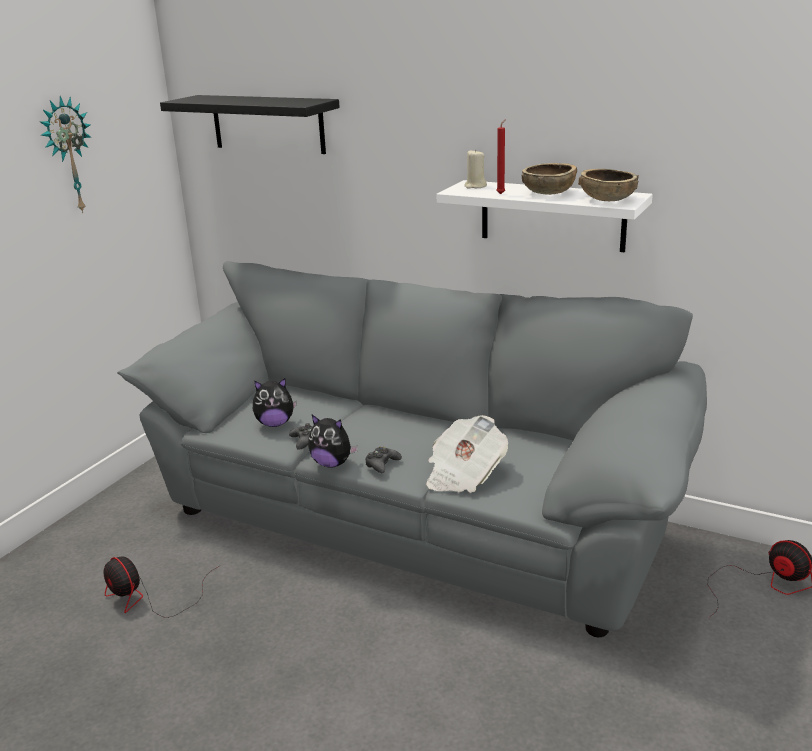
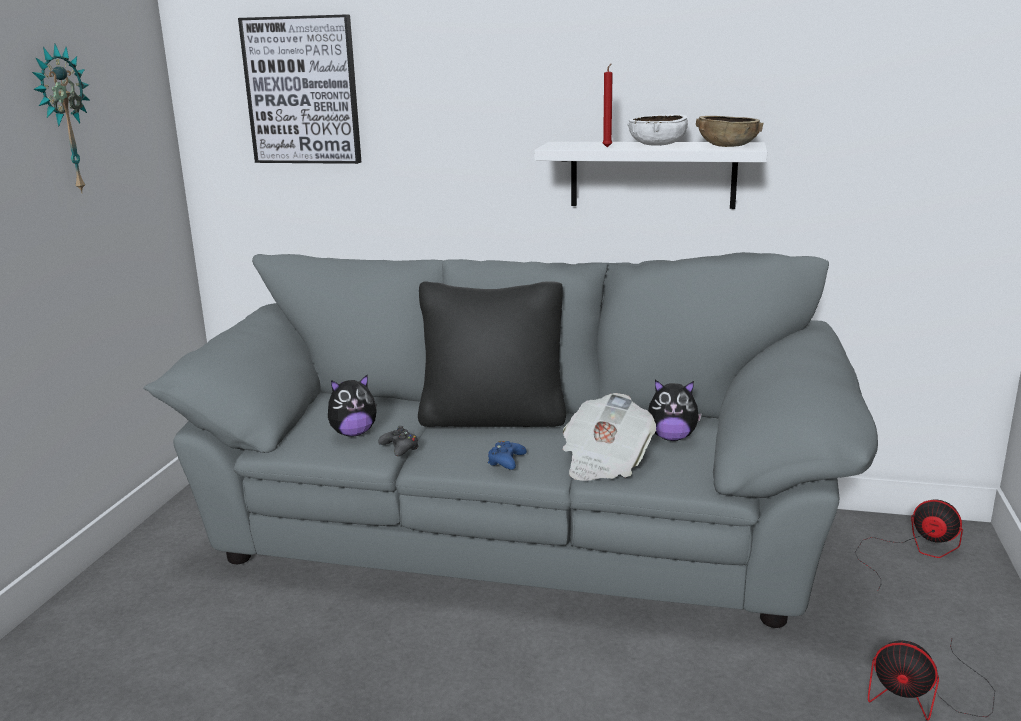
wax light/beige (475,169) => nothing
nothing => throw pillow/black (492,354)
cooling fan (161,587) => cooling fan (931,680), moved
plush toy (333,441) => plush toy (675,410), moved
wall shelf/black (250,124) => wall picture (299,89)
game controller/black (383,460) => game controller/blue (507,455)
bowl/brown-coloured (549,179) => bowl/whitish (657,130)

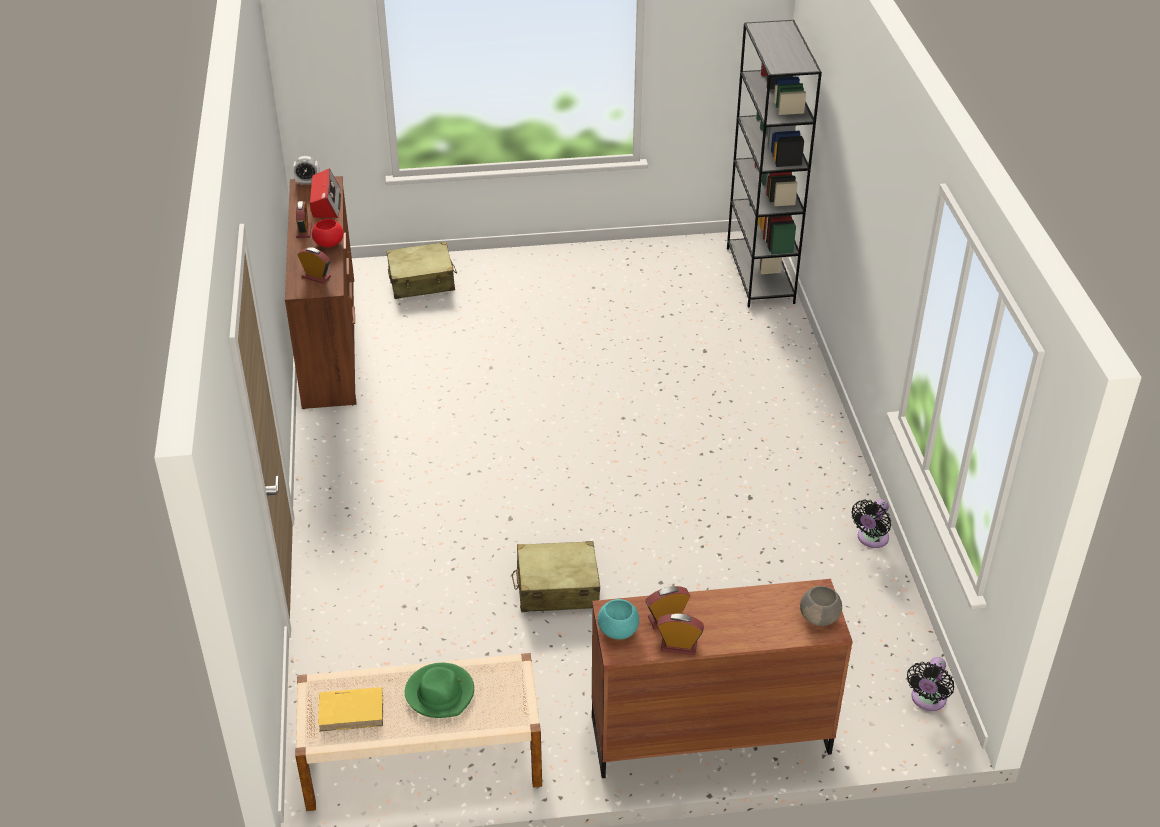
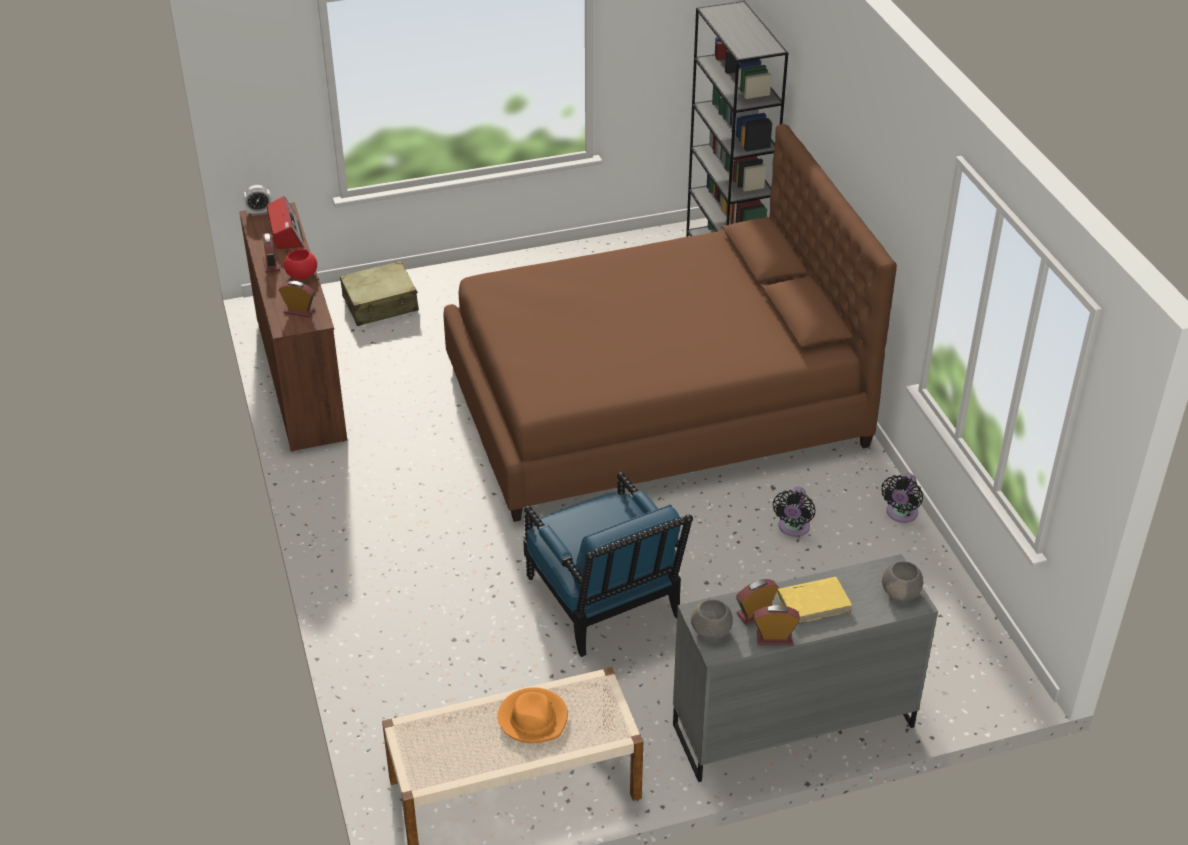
nothing => bed/brown-coloured (670,323)
bound book/yellow-coloured (350,709) => bound book/yellow-coloured (814,600), moved
cooling fan/black (930,684) => cooling fan/black (794,512), moved
suitcase/beige (556,576) => armchair/blue (608,564)
hat/greenish (439,690) => hat/orange-coloured (532,715)
dresser/brown-coloured (722,678) => dresser/greyish (805,668)
bowl/turquoise-coloured (618,619) => bowl/greyish (712,619)

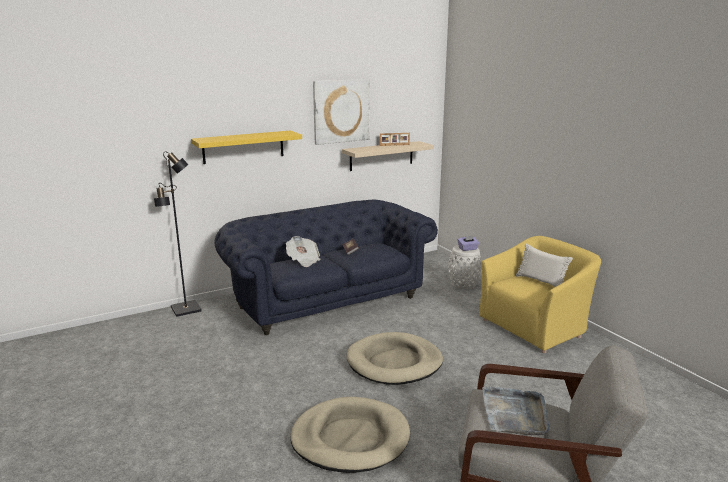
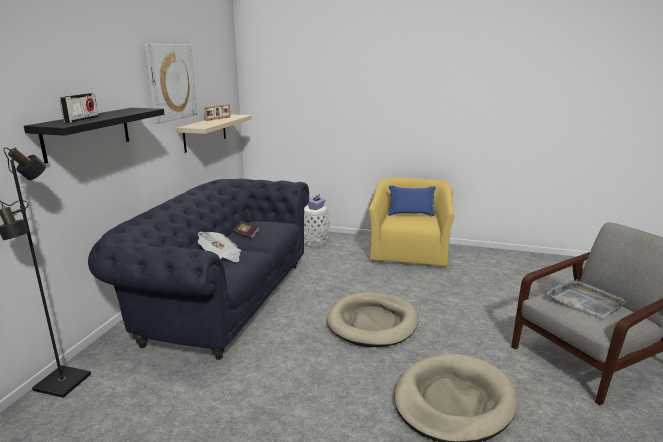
nothing => radio set (78,108)
wall shelf/yellow-coloured (246,147) => wall shelf/black (94,136)
throw pillow/whitish (544,265) => throw pillow/blue (412,201)

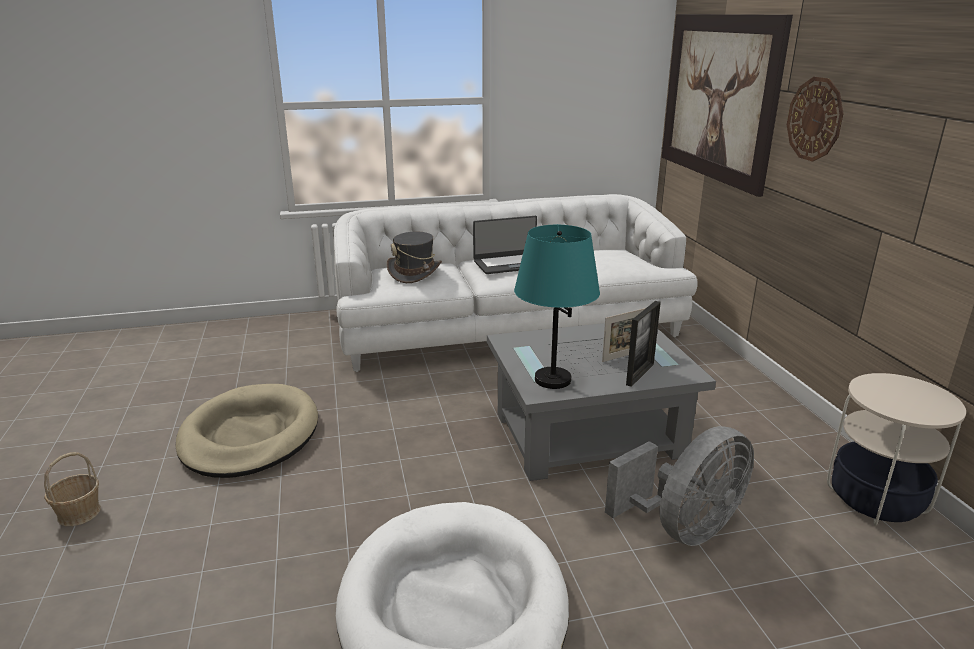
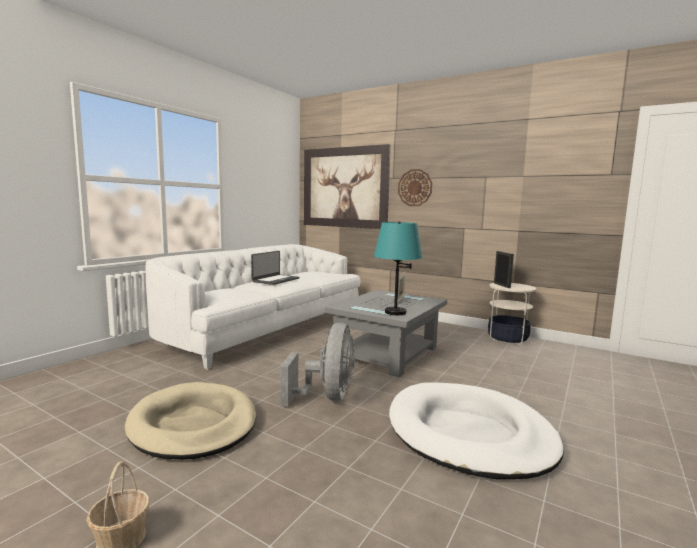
hat/greyish (414,257) => nothing
cooling fan/greyish (679,486) => cooling fan/greyish (317,365), moved
photo frame (643,344) => photo frame (504,269), moved

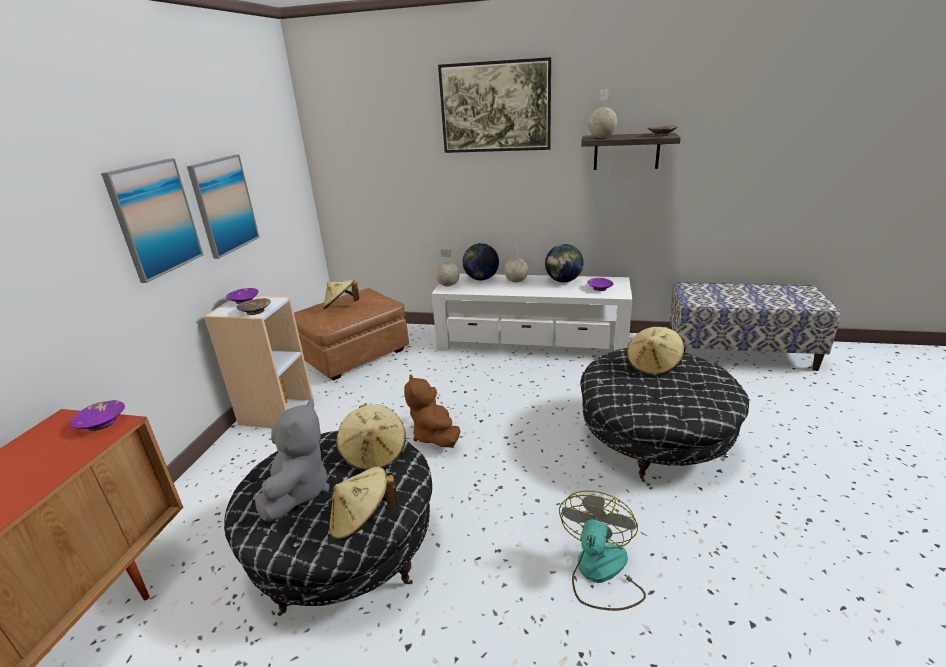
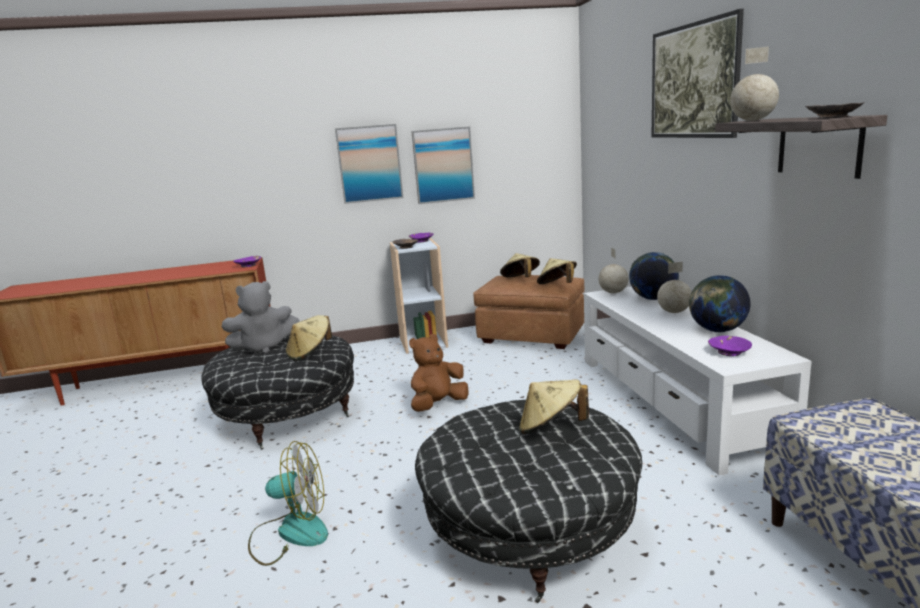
hat/beige (364,504) => hat/beige (557,271), moved

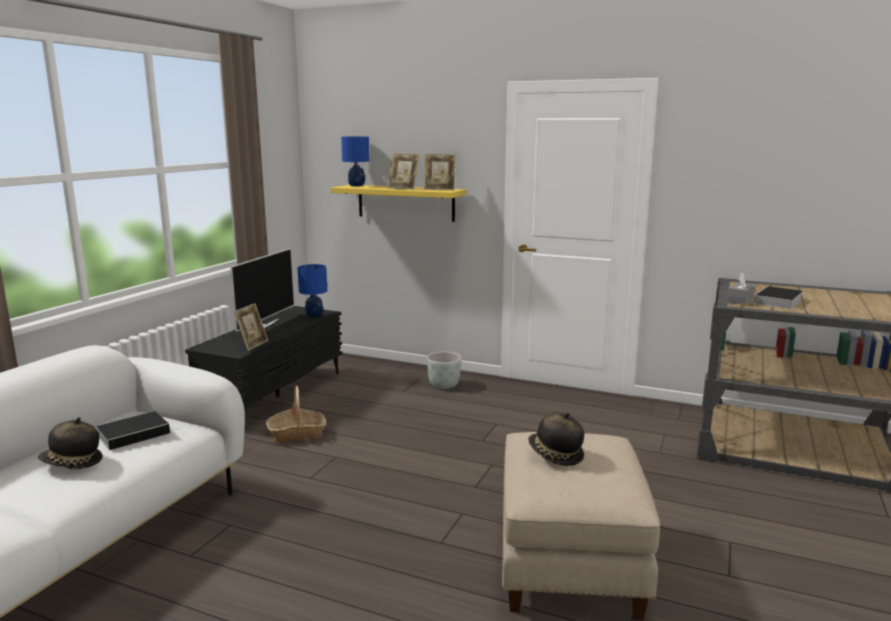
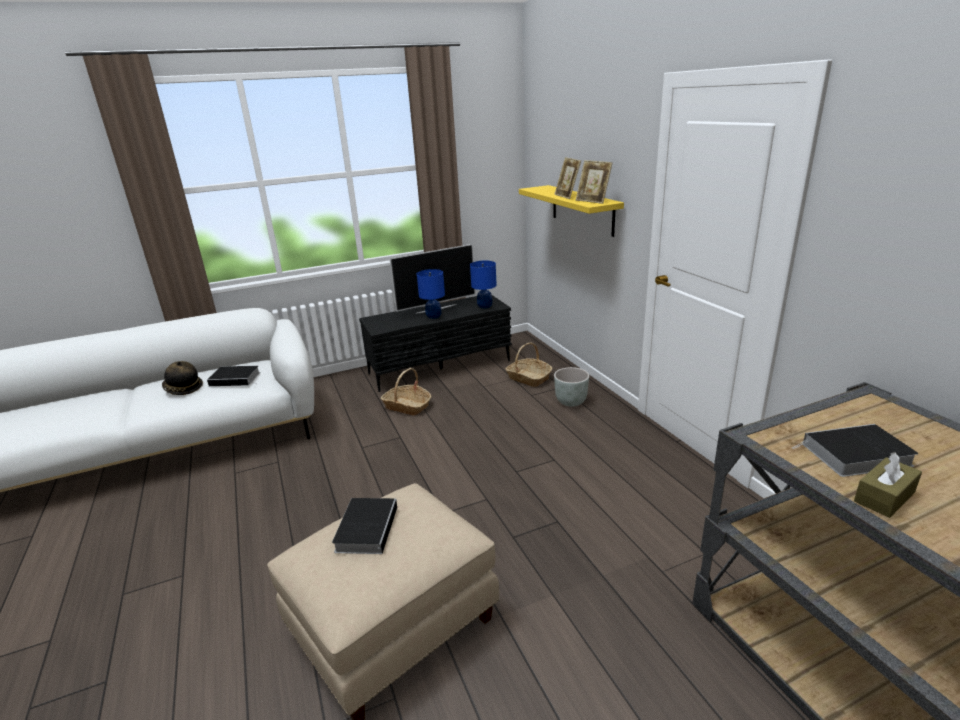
photo frame (251,327) => nothing
tissue box/greyish (741,289) => nothing
nothing => storage basket (529,365)
nothing => tissue box/brown-coloured (888,485)
lamp for a table/blue (355,161) => lamp for a table/blue (431,294), moved
hat (556,439) => bound book (364,526)

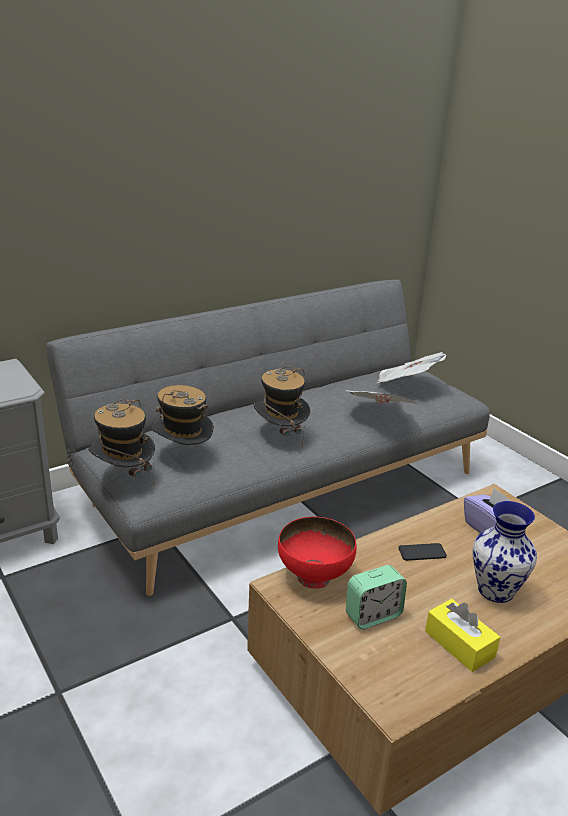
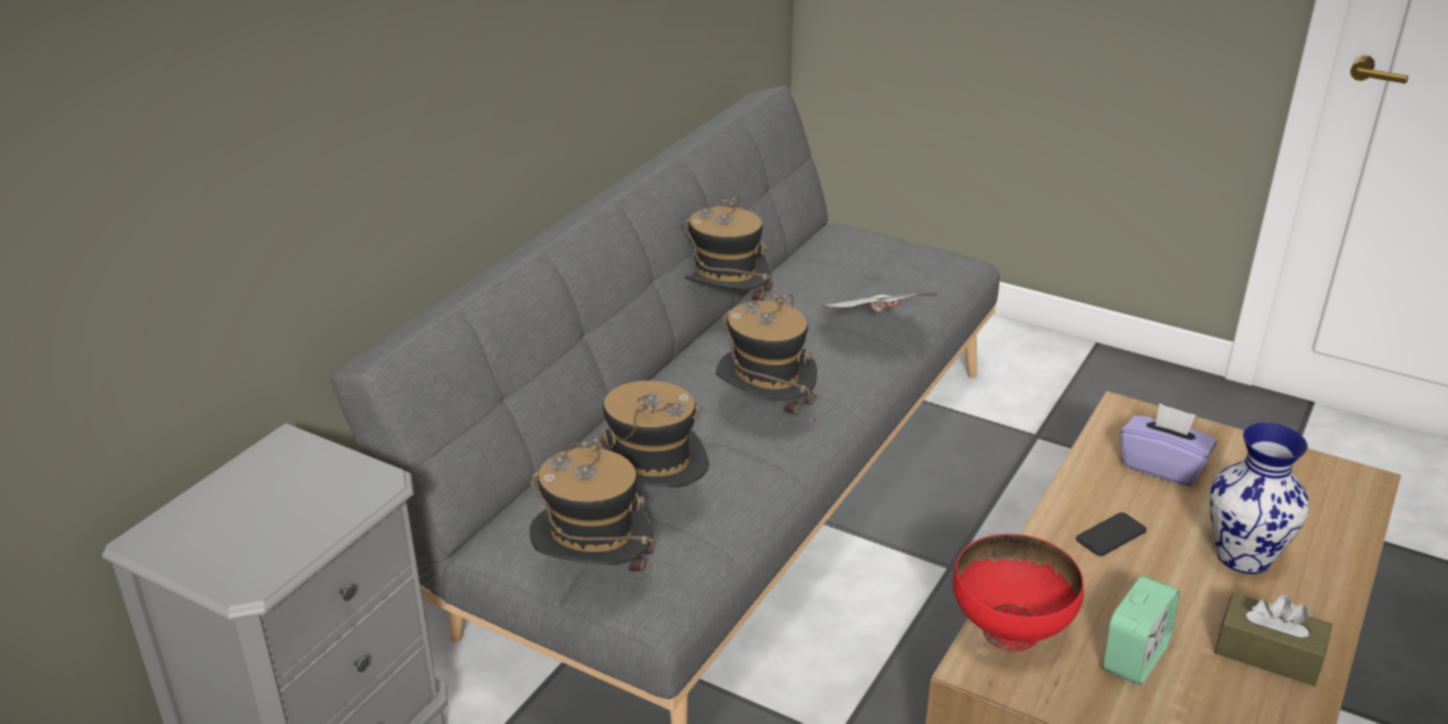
newspaper (411,367) => nothing
nothing => hat (728,249)
tissue box/yellow-coloured (462,635) => tissue box/brown-coloured (1273,639)

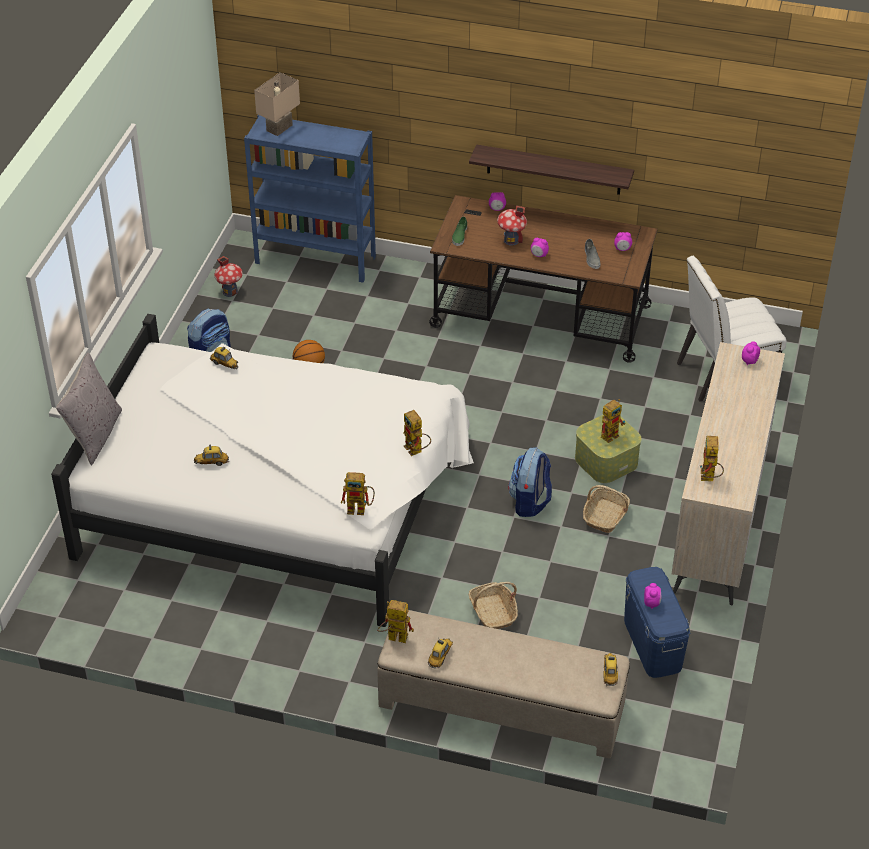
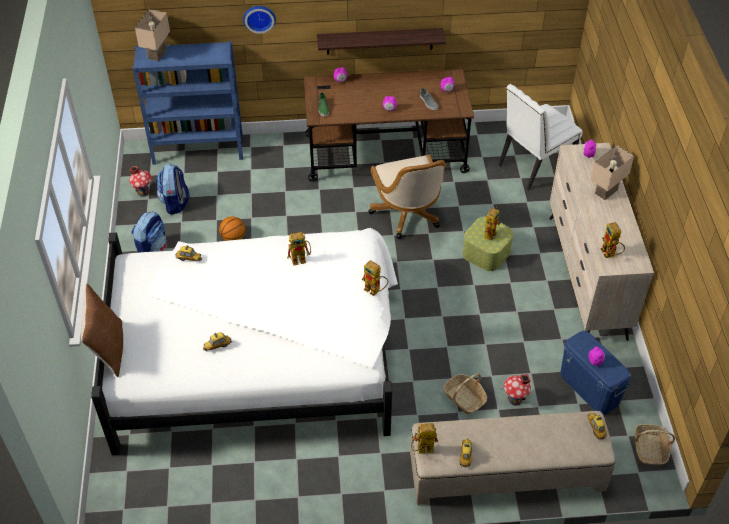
nothing => wall clock (259,20)
nothing => desk chair (407,197)
nothing => lamp for a table/beige (612,172)
model robot (358,493) => model robot (299,249), moved
model house (512,226) => model house (517,390), moved
rucksack (530,482) => rucksack (173,189), moved
storage basket (606,509) => storage basket (654,444), moved
throw pillow/greyish (89,409) => throw pillow/brown-coloured (102,330)

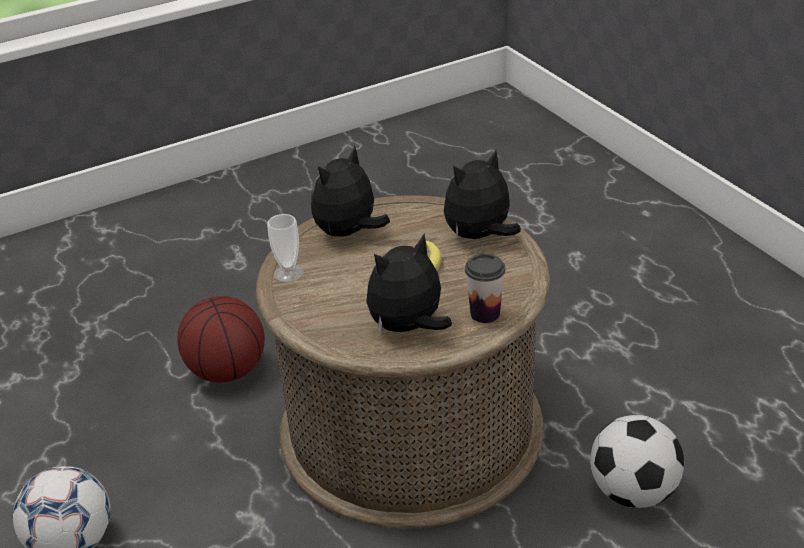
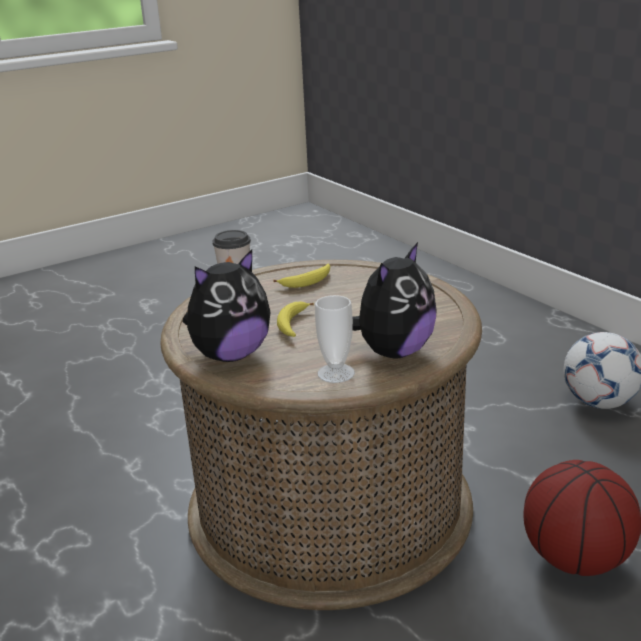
football ball (637,461) => nothing
cup (285,248) => cup (335,339), moved
plush toy (409,283) => whole banana (301,276)

